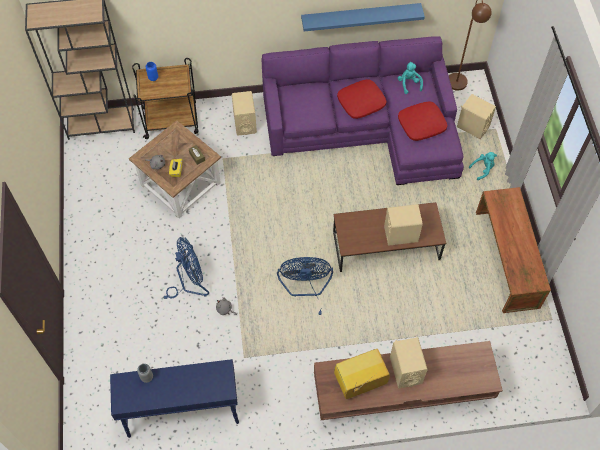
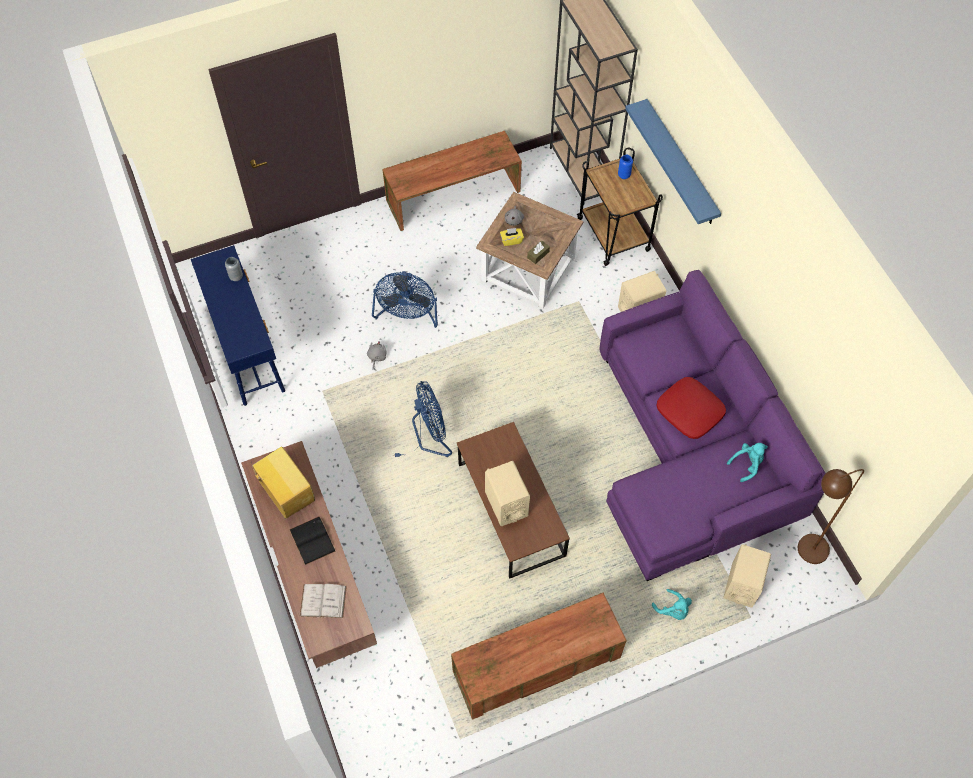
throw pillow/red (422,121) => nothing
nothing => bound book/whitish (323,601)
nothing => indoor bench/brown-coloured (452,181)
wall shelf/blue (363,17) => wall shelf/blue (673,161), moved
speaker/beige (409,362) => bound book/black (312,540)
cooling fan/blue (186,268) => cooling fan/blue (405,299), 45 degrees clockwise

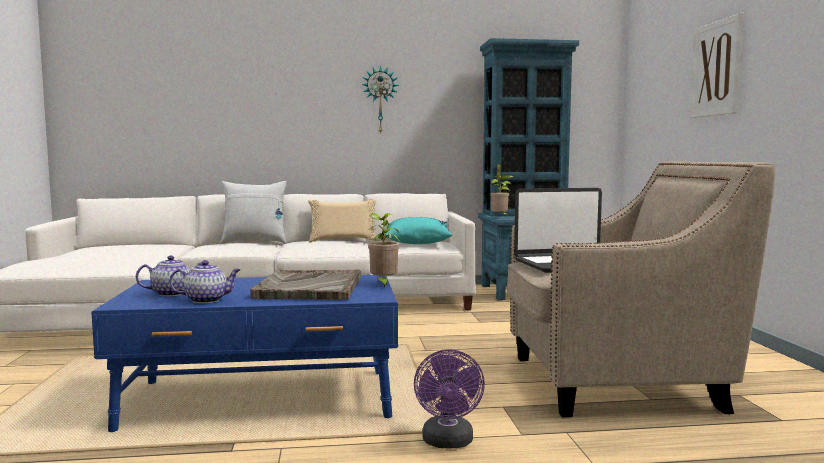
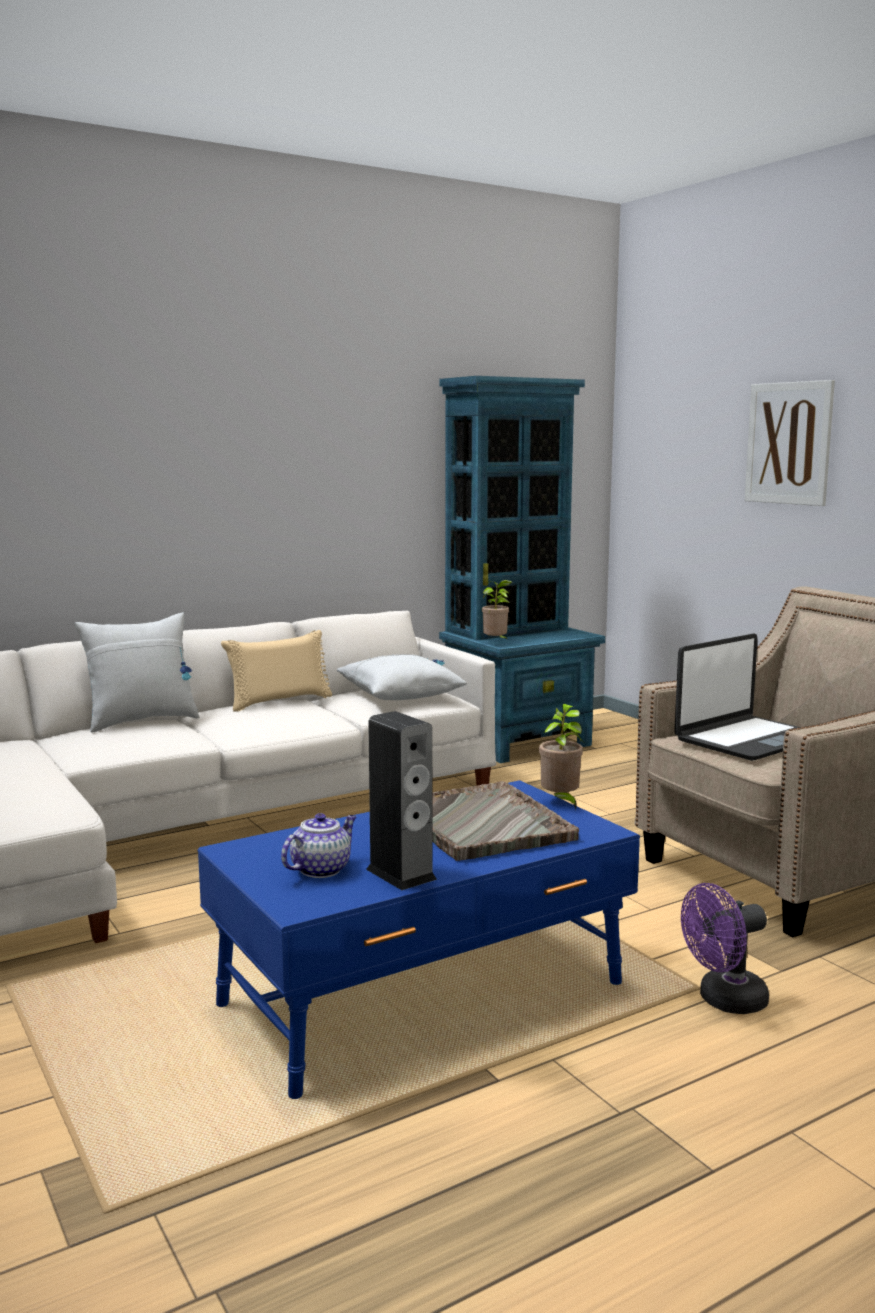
wall clock (380,100) => nothing
teapot (205,281) => speaker (401,800)
throw pillow/turquoise-coloured (418,230) => throw pillow/greyish (402,677)
cooling fan/purple-coloured (449,398) => cooling fan/purple-coloured (725,948), 90 degrees clockwise

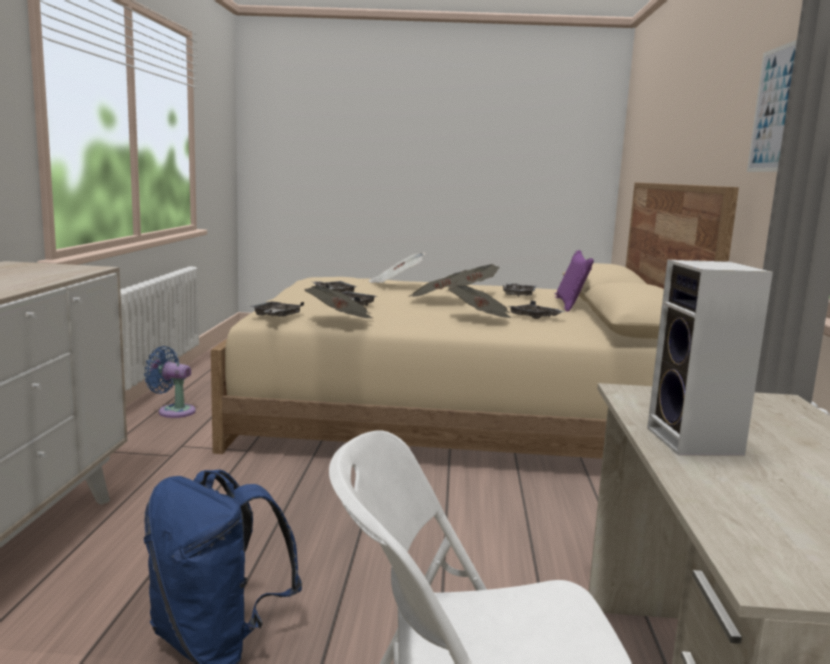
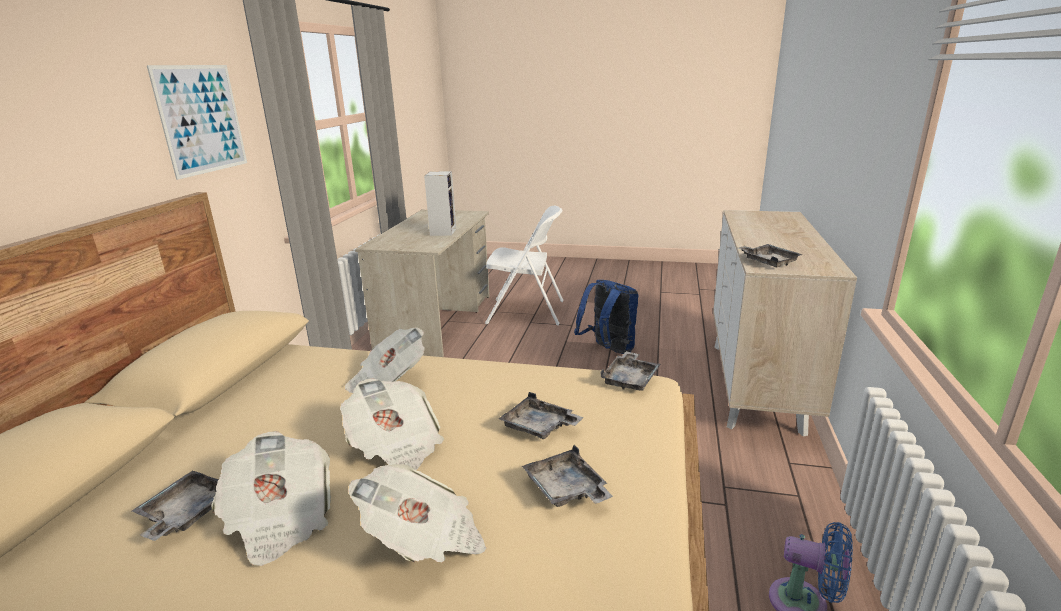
newspaper (338,302) => nothing
throw pillow/purple-coloured (574,281) => nothing
carrying tray/greyish (537,310) => carrying tray/greyish (770,255), moved

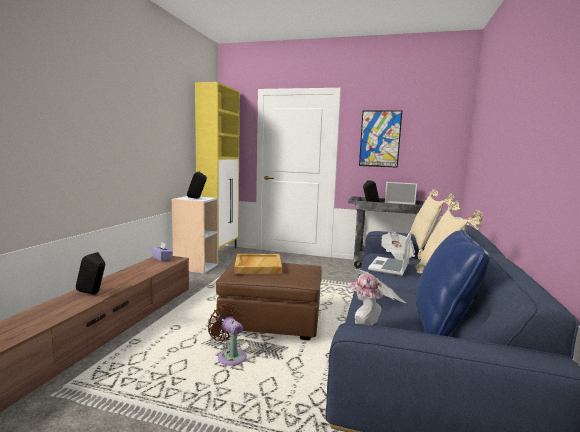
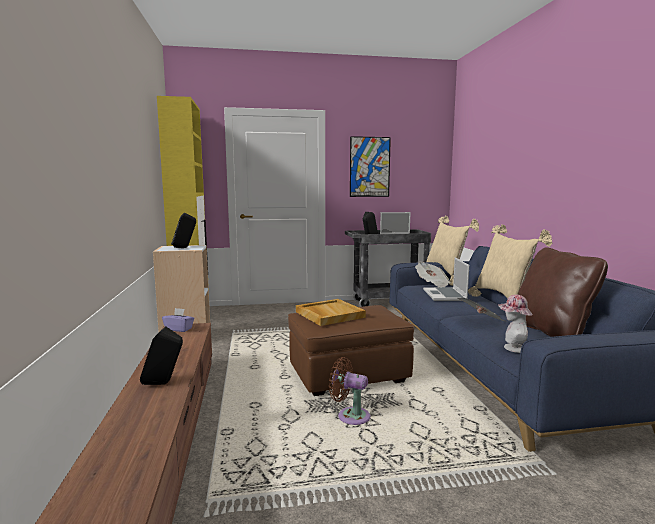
throw pillow/blue (453,283) => throw pillow/brown-coloured (563,292)

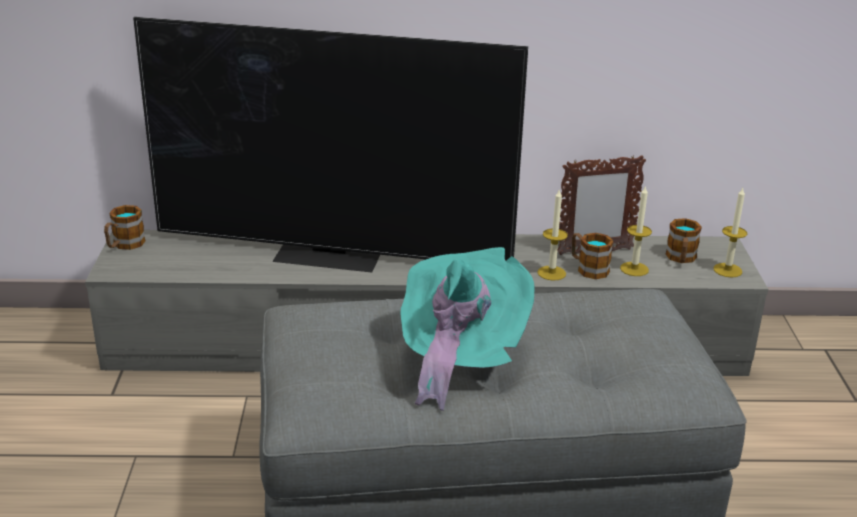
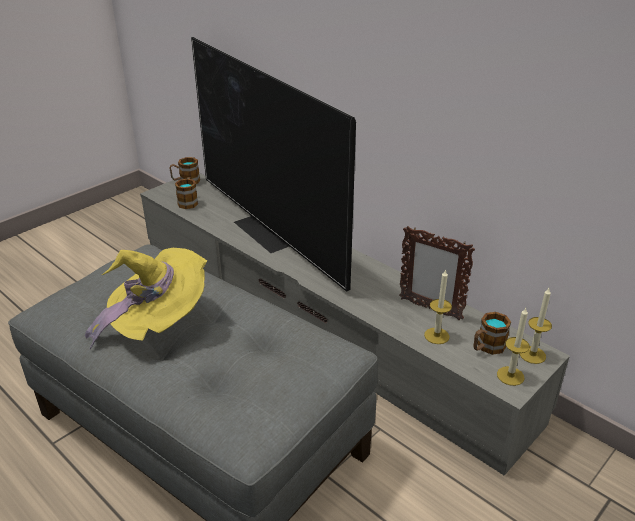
wax light (552,235) => wax light (536,326), moved
tea mug (592,256) => tea mug (186,193), moved
hat/turquoise-coloured (467,329) => hat/yellow-coloured (146,299)

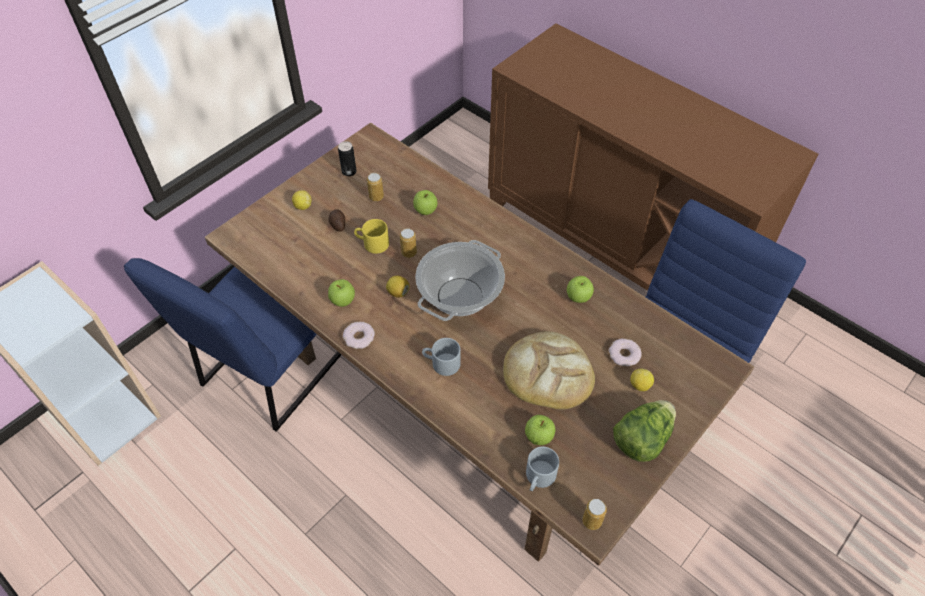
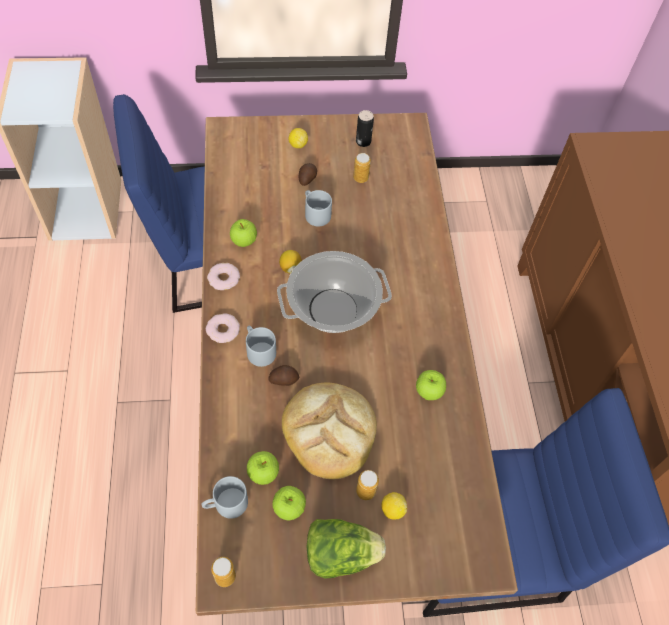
nothing => potato (283,375)
can (408,243) => can (367,485), moved
whole apple (425,202) => whole apple (289,503), moved
doughnut (625,352) => doughnut (223,328), moved
tea mug/yellow-coloured (371,236) => tea mug/greyish (318,208)

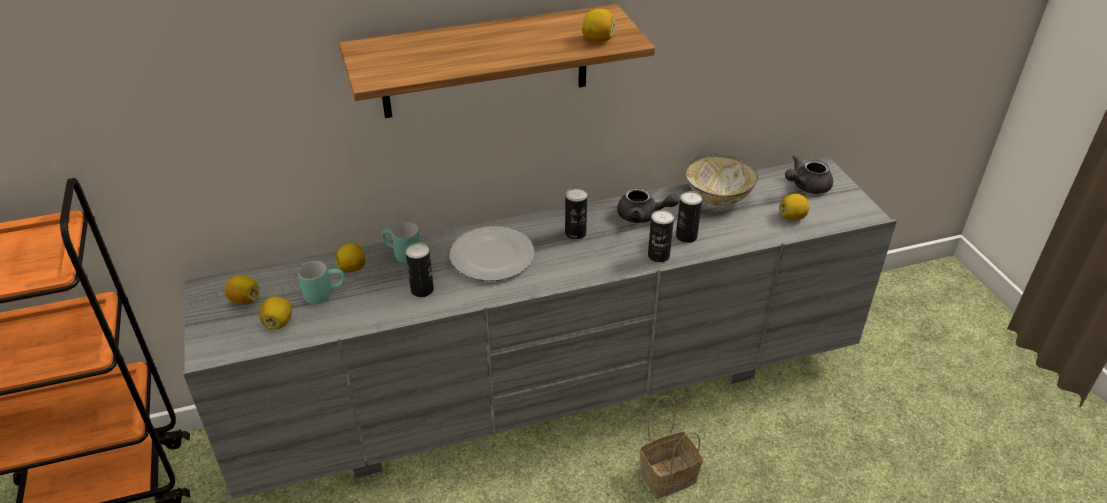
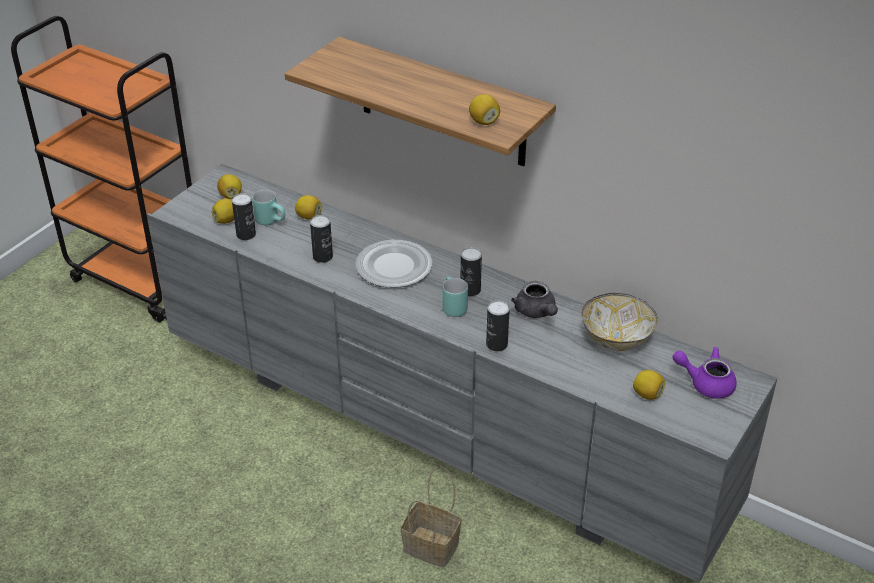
tea mug/turquoise-coloured (401,242) => tea mug/turquoise-coloured (455,297), moved
can (689,217) => can (244,216), moved
teapot/greyish (809,174) => teapot/purple-coloured (705,373)

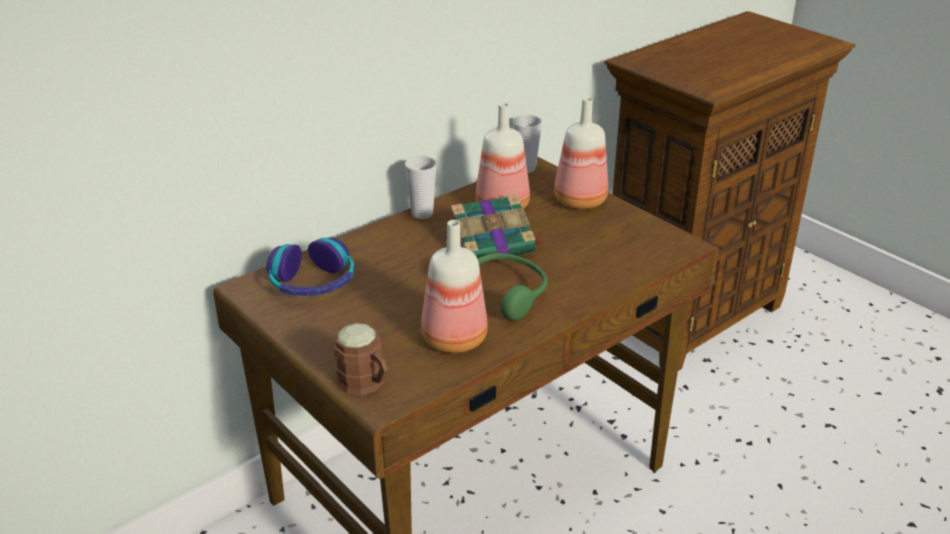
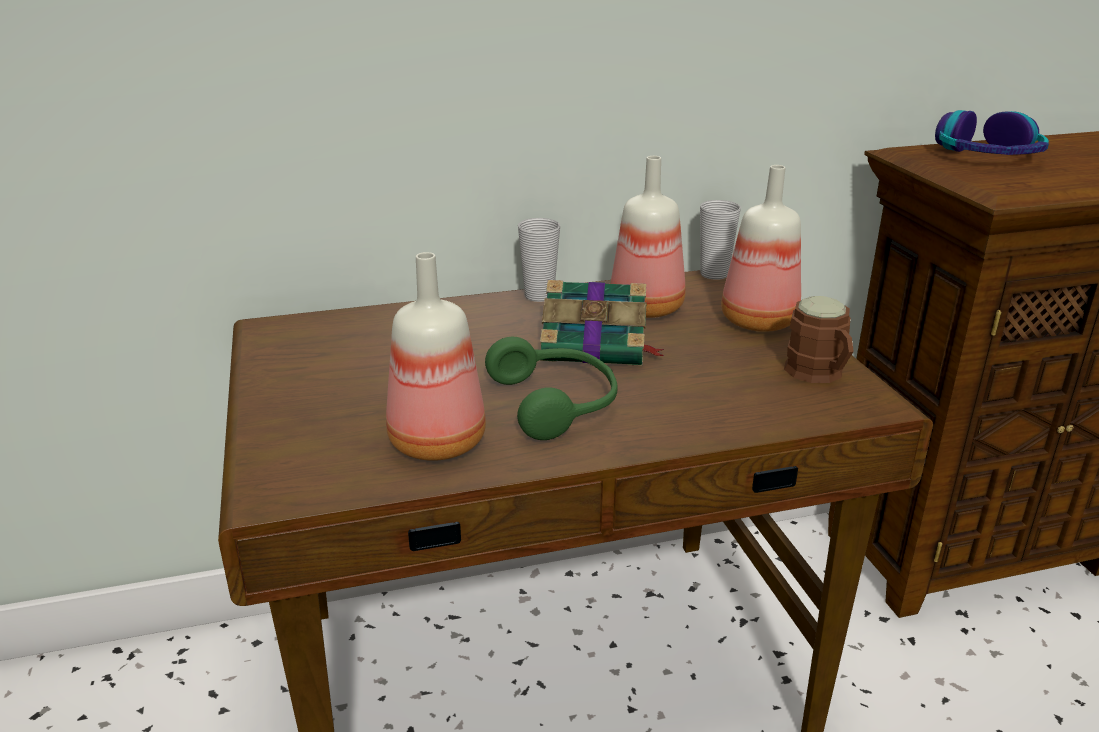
headphones (310,266) => headphones (992,132), moved
tea mug/brown-coloured (361,359) => tea mug/brown-coloured (819,339), moved

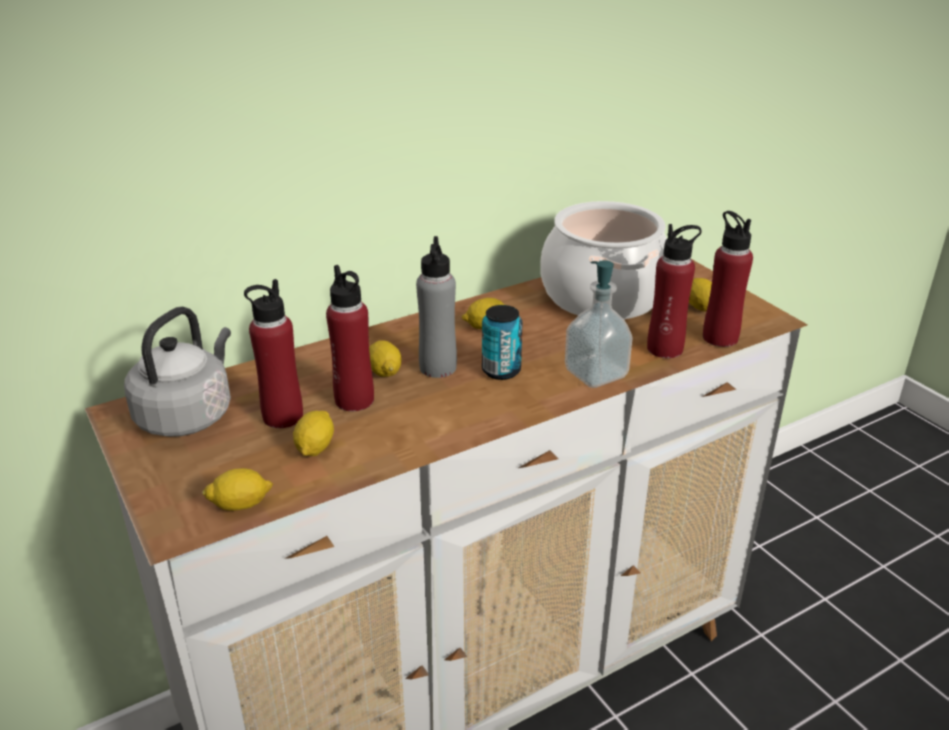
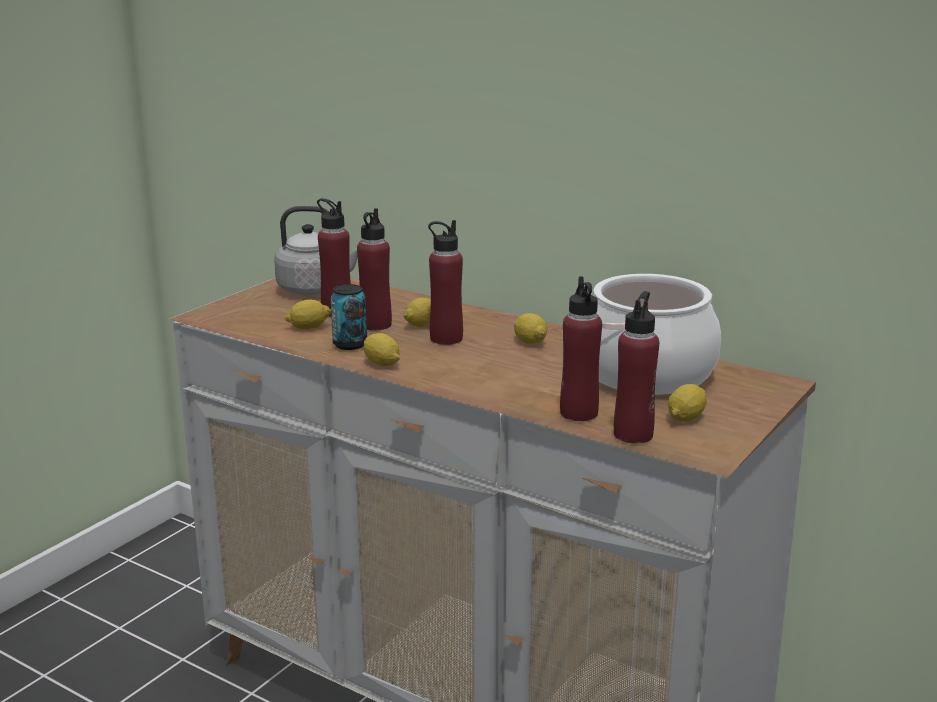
soap bottle (599,324) => nothing
citrus fruit (237,489) => citrus fruit (382,349), moved
can (502,342) => can (349,317), moved
bottle/greyish (436,307) => bottle/red (445,282)

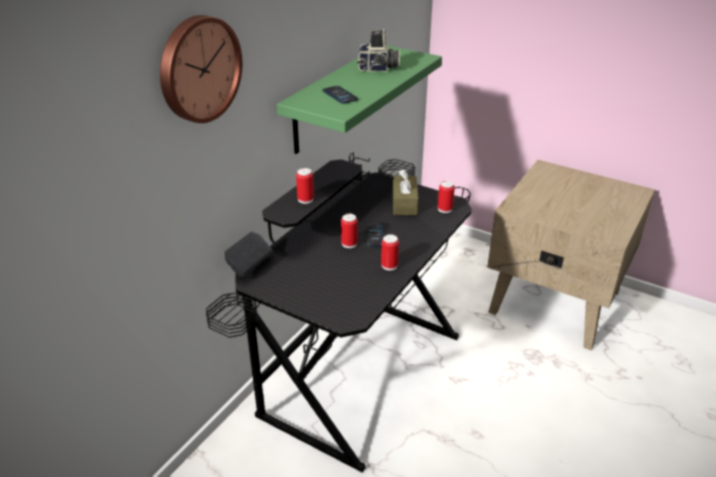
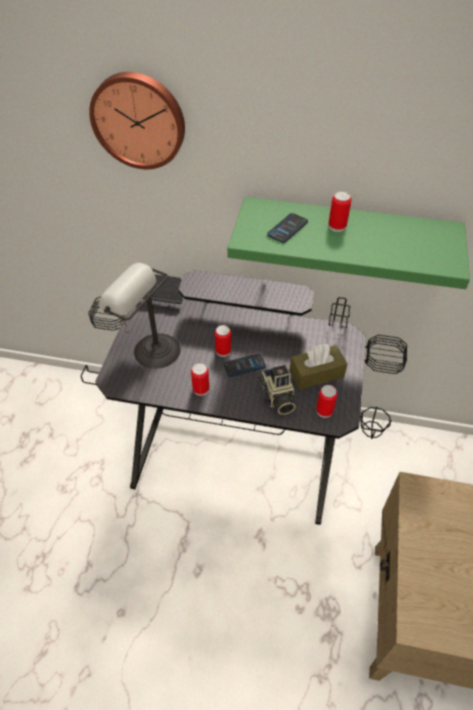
nothing => lamp for a table (140,316)
can (305,186) => can (340,211), moved
photo camera (378,50) => photo camera (277,390), moved

